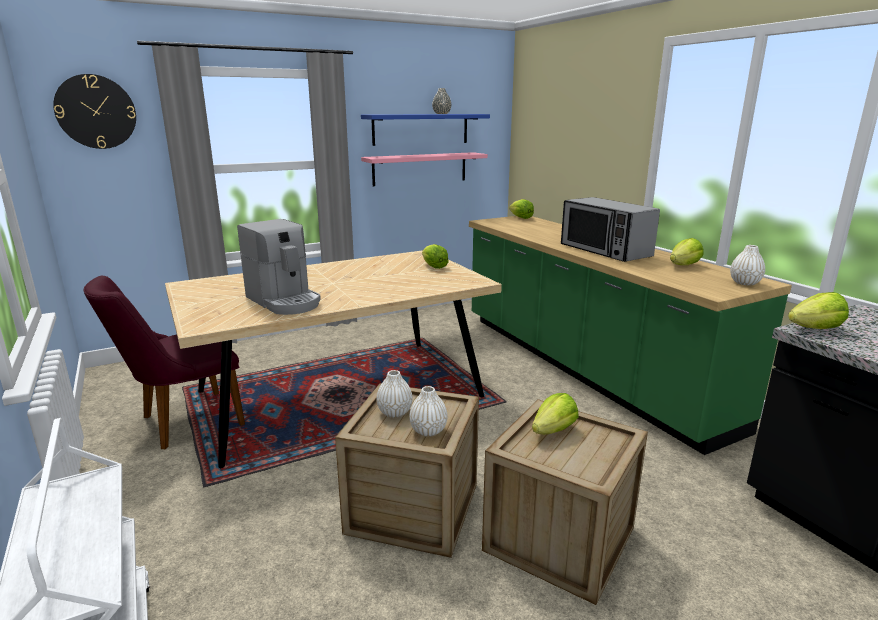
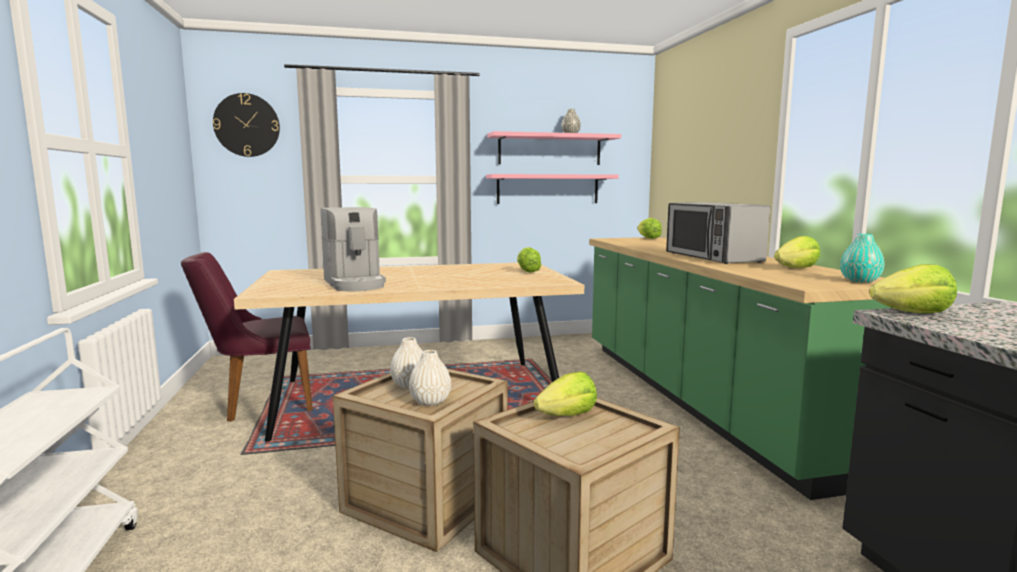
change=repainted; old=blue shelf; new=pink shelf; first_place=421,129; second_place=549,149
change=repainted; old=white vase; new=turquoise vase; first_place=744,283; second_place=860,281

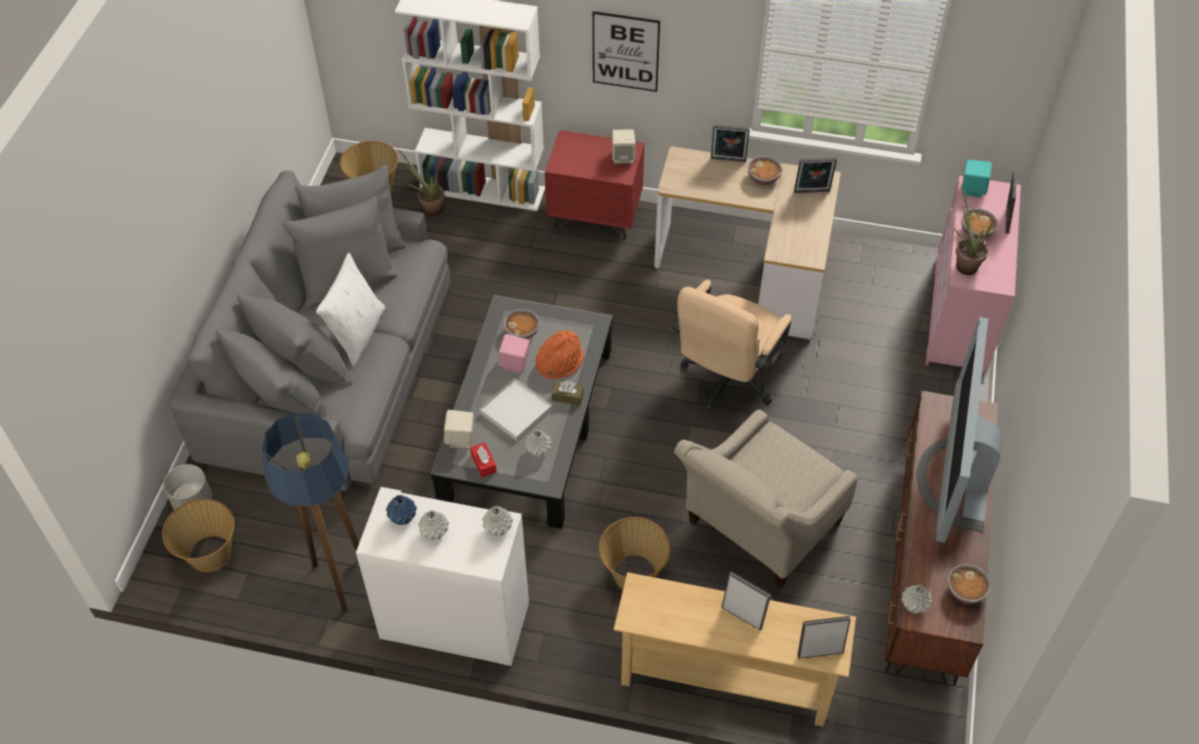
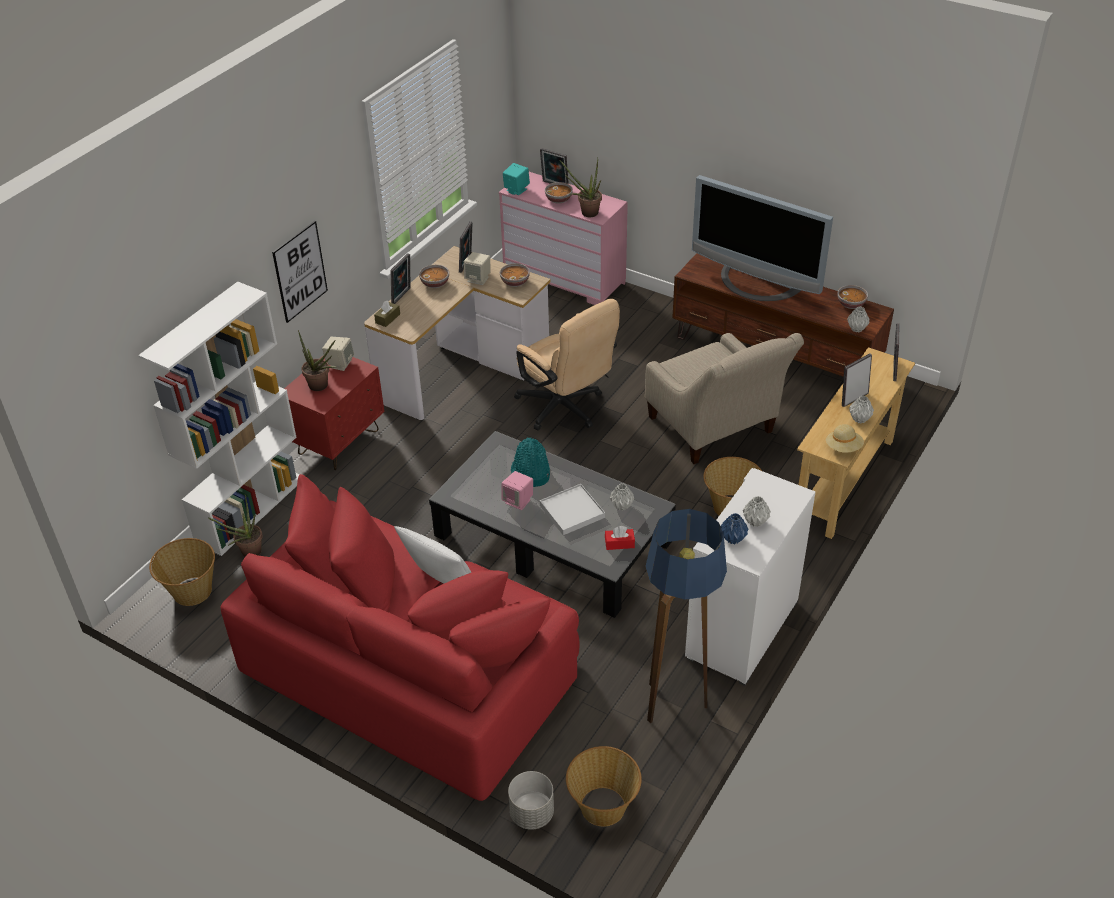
change=new; new=potted plant; second_place=321,386
change=new; new=beige hat; second_place=843,447
change=shifted; old=beige speaker; first_place=460,439; second_place=478,279
change=shifted; old=grey vase; first_place=498,528; second_place=859,419
change=shifted; old=bowl; first_place=522,332; second_place=515,282
change=shifted; old=brown tissue box; first_place=567,397; second_place=387,318
change=repainted; old=grey sofa; new=red sofa; first_place=329,367; second_place=412,669
change=repainted; old=orange hat; new=turquoise hat; first_place=559,362; second_place=530,473

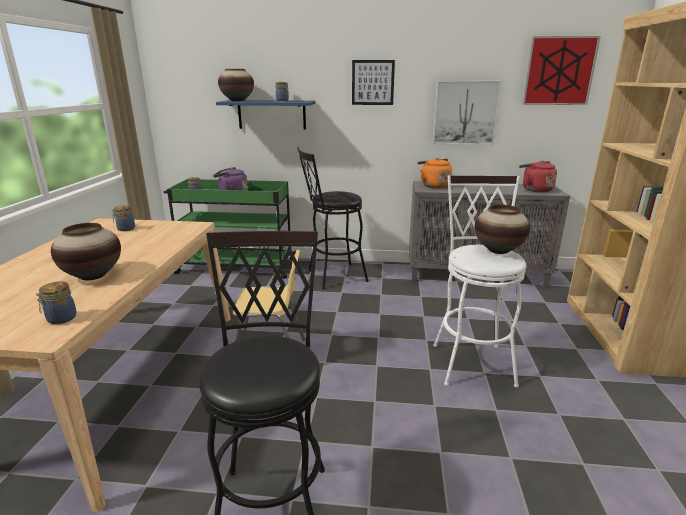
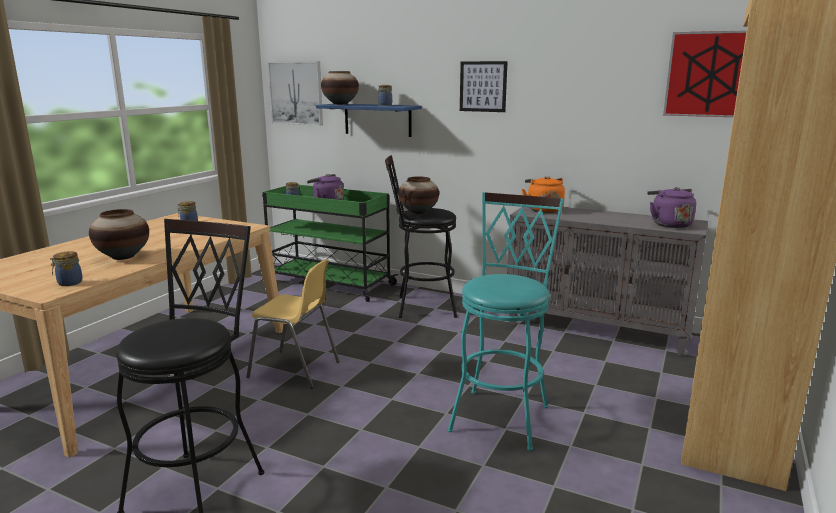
change=shifted; old=picture; first_place=465,113; second_place=296,93
change=shifted; old=vase; first_place=498,250; second_place=418,212
change=repainted; old=white stool; new=turquoise stool; first_place=471,359; second_place=502,413
change=repainted; old=red kettle; new=purple kettle; first_place=535,189; second_place=669,224

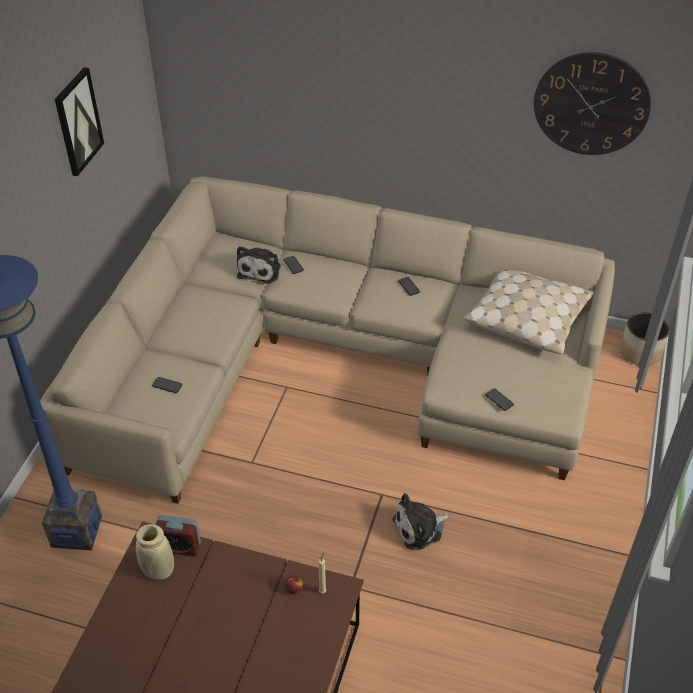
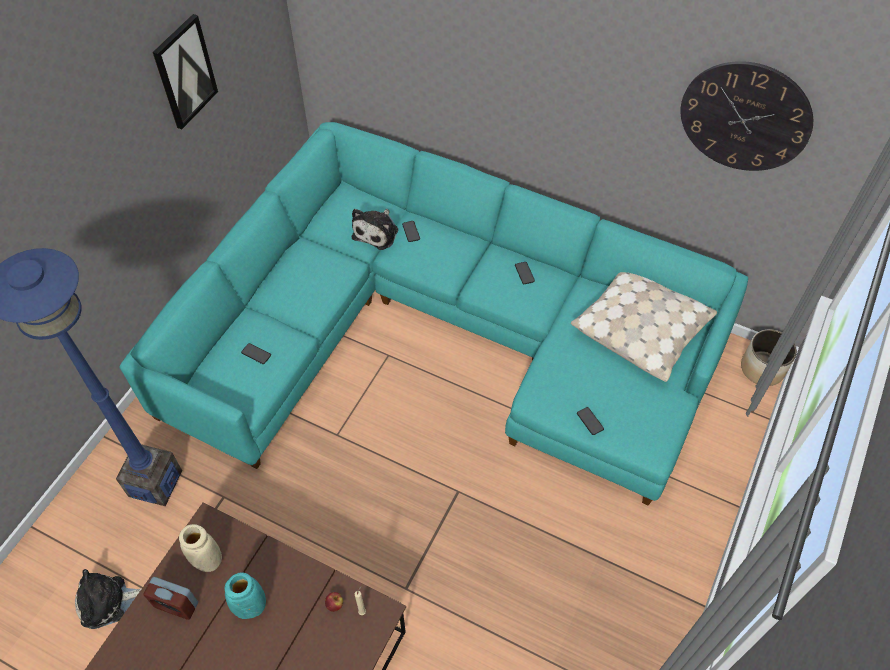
change=new; new=turquoise vase; second_place=250,606
change=shifted; old=alarm clock; first_place=179,546; second_place=176,605
change=shifted; old=plush toy; first_place=420,528; second_place=107,602
change=repainted; old=beige sofa; new=turquoise sofa; first_place=335,361; second_place=442,333

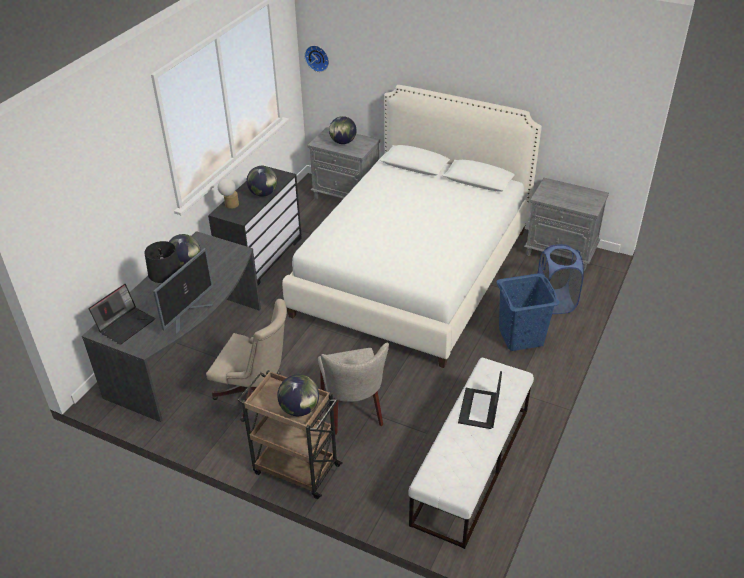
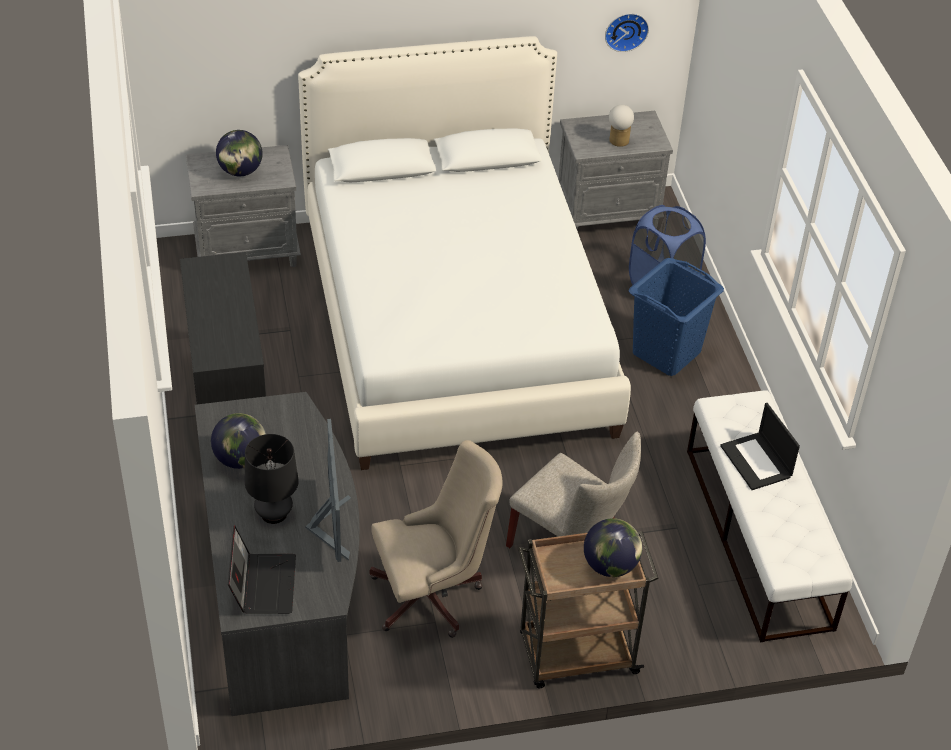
change=gone; old=globe; first_place=263,194
change=shifted; old=table lamp; first_place=230,205; second_place=618,142
change=shifted; old=wall clock; first_place=317,57; second_place=625,30

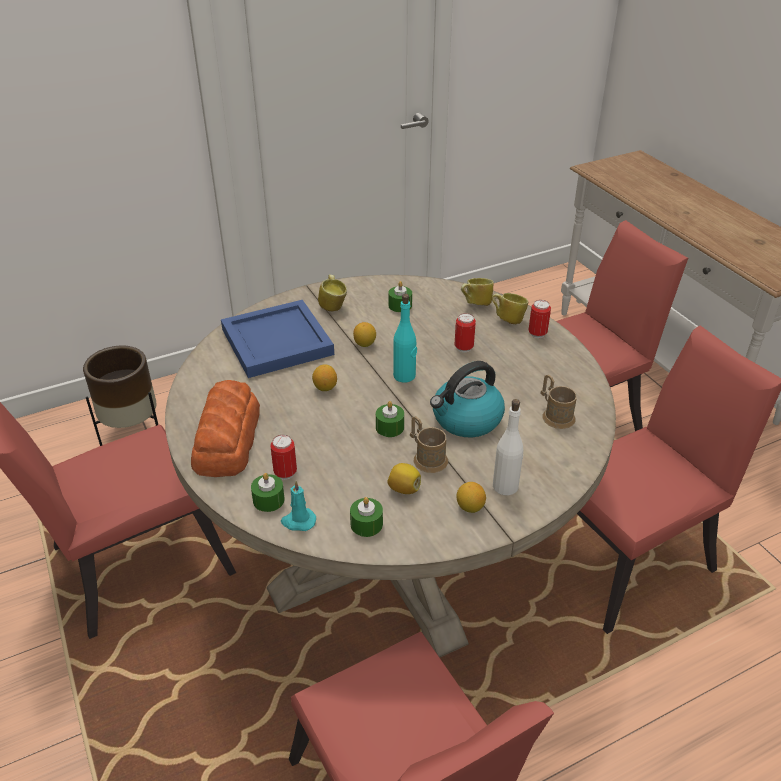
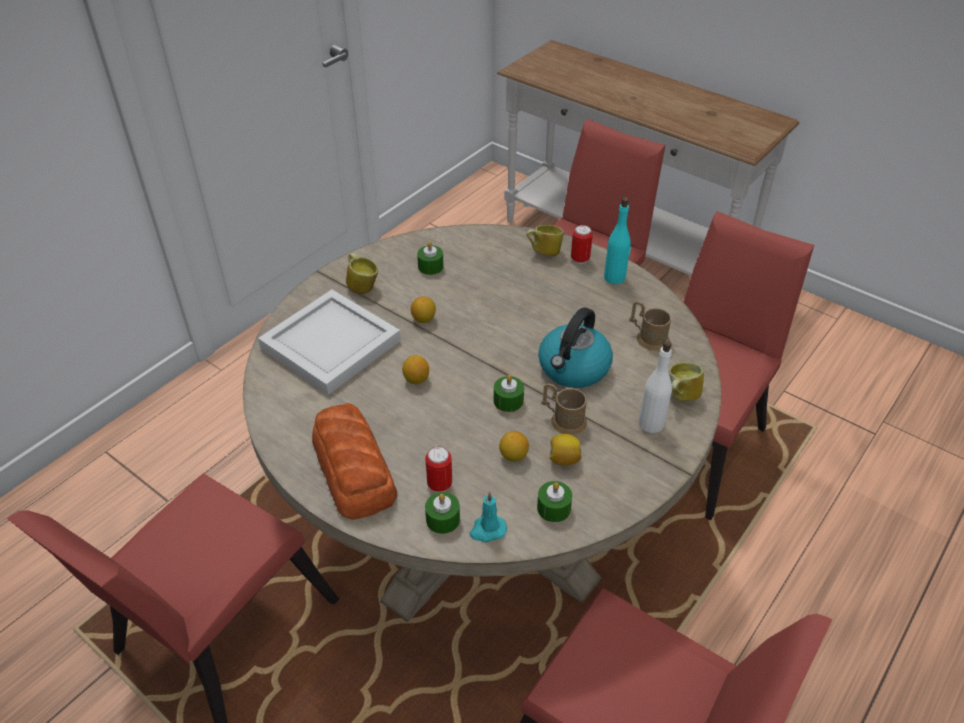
change=gone; old=brown planter; first_place=132,432
change=gone; old=can; first_place=463,348
change=shifted; old=turquoise bottle; first_place=404,376; second_place=615,277
change=shifted; old=lemon; first_place=470,507; second_place=513,456
change=shifted; old=mug; first_place=475,304; second_place=679,396
change=repainted; old=blue tray; new=white tray; first_place=279,342; second_place=333,344

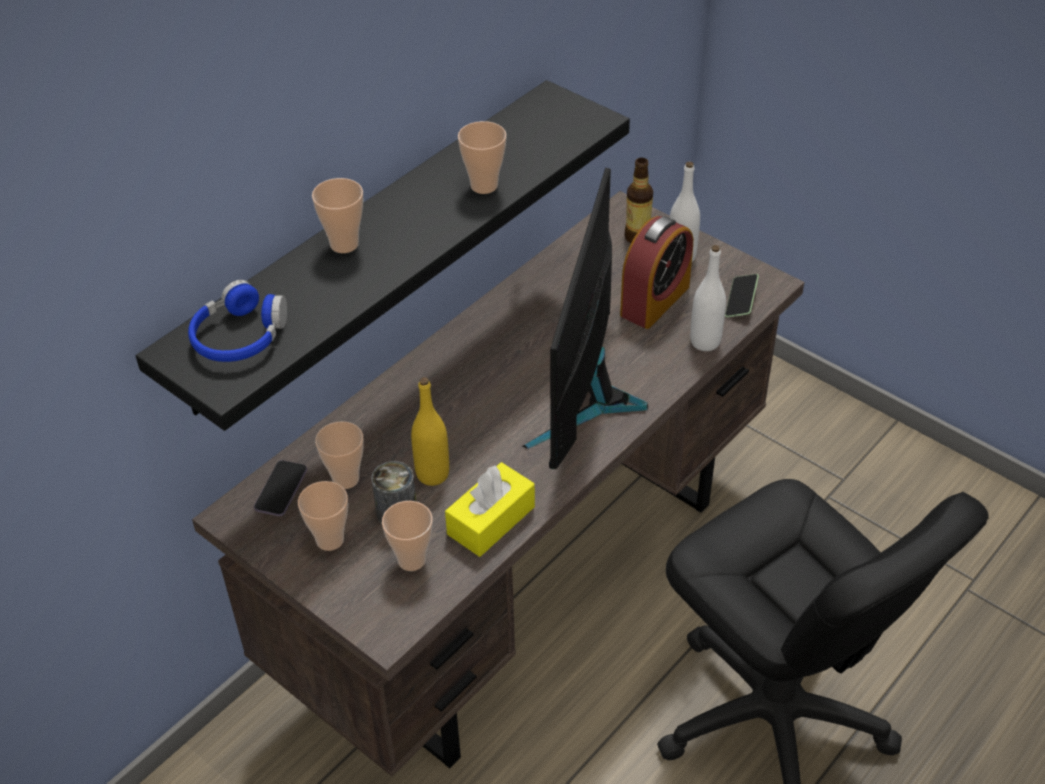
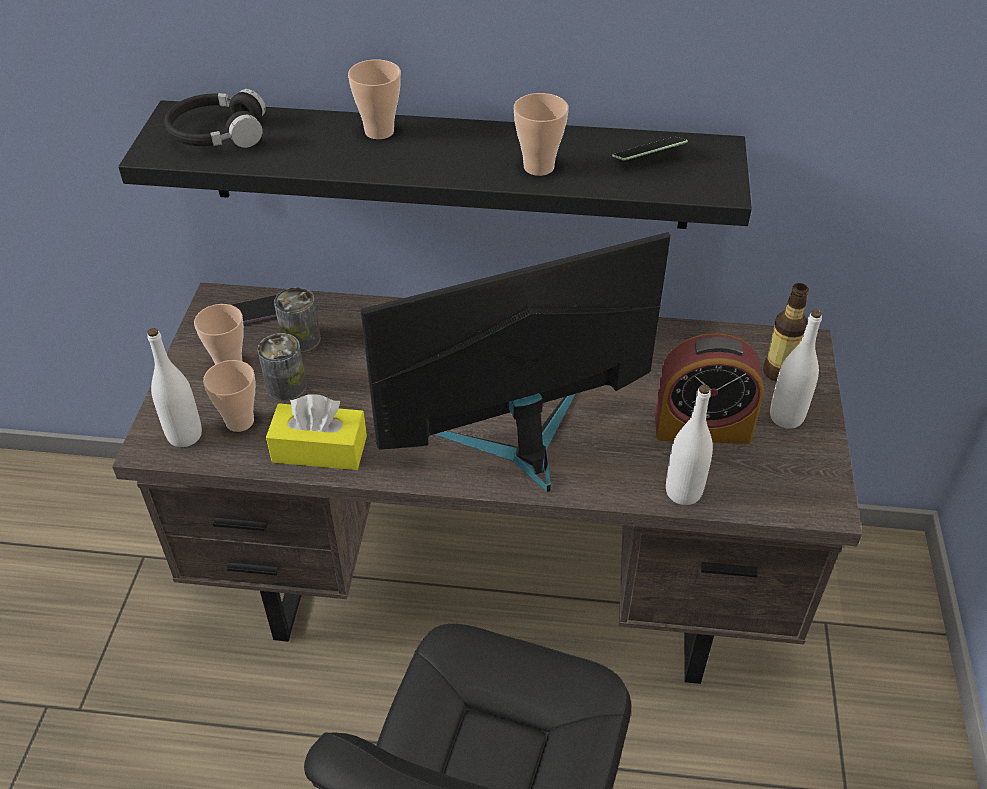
change=gone; old=yellow bottle; first_place=432,474
change=new; new=white bottle; second_place=185,435
change=shifted; old=phone; first_place=741,301; second_place=648,157
change=swapped; old=cup; new=can; first_place=345,479; second_place=301,339
change=repainted; old=blue headphones; new=black headphones; first_place=240,336; second_place=217,134

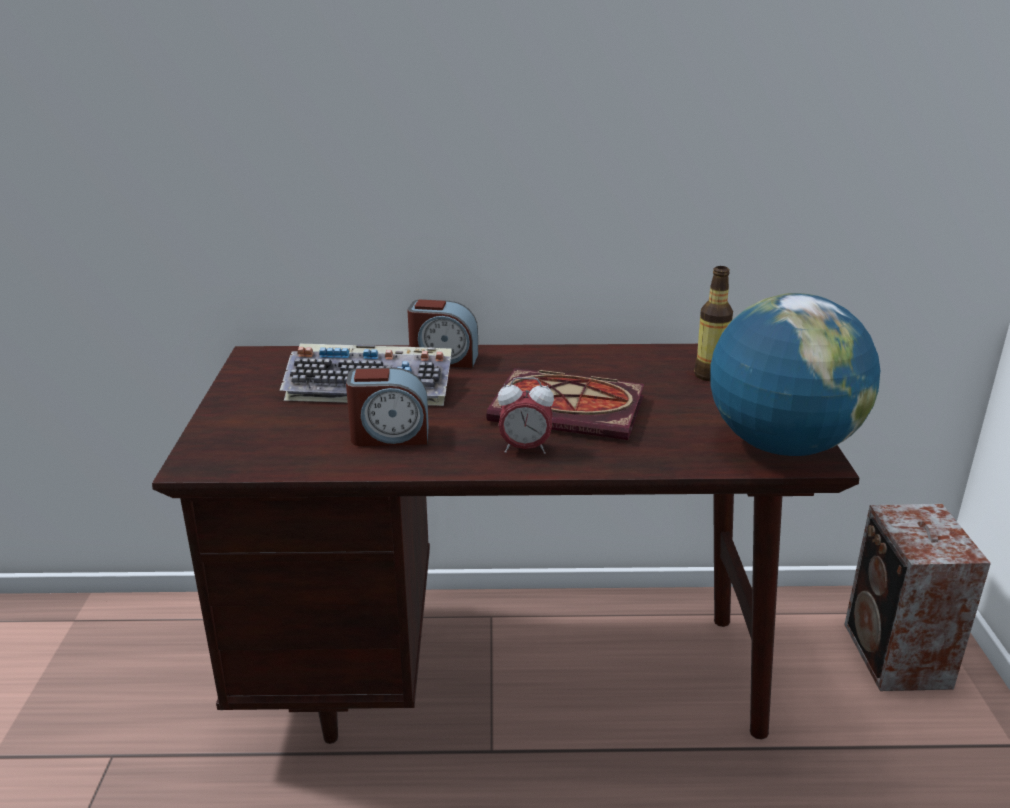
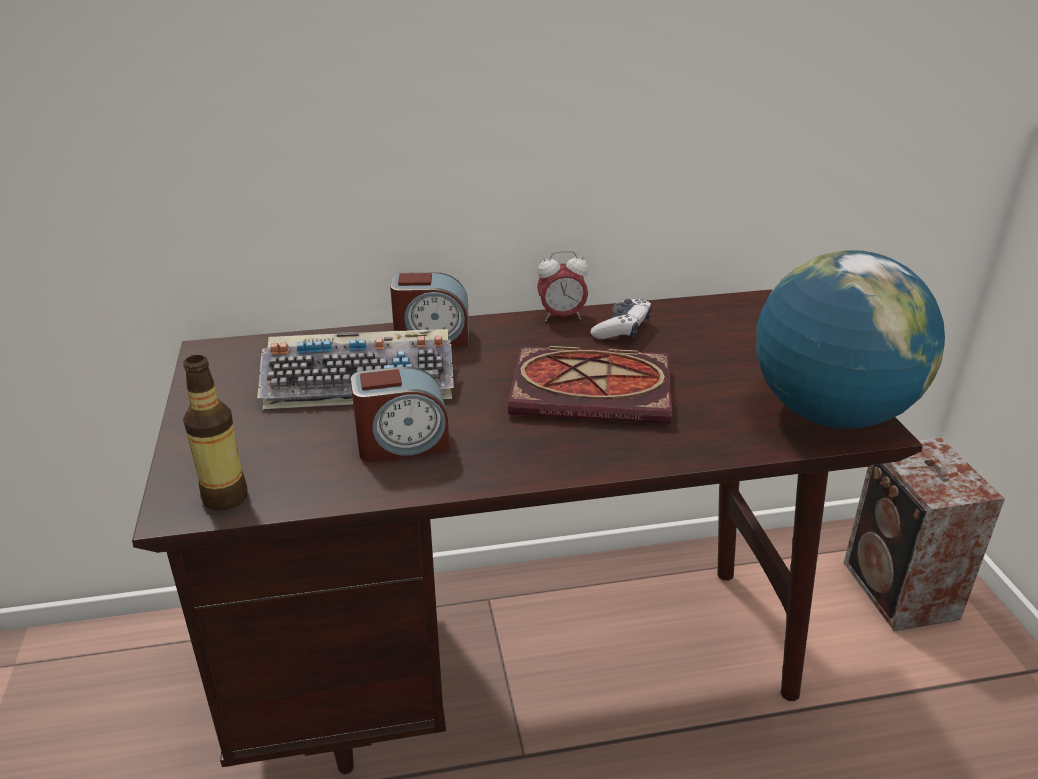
change=new; new=game controller; second_place=622,329
change=shifted; old=alarm clock; first_place=525,448; second_place=561,316
change=shifted; old=bottle; first_place=709,375; second_place=225,497

